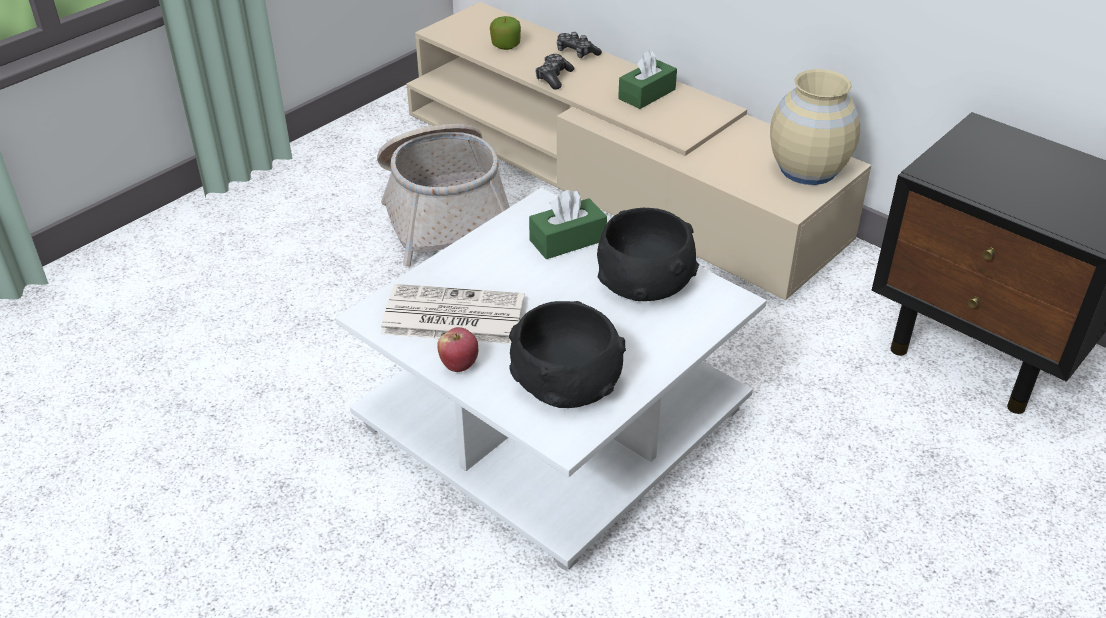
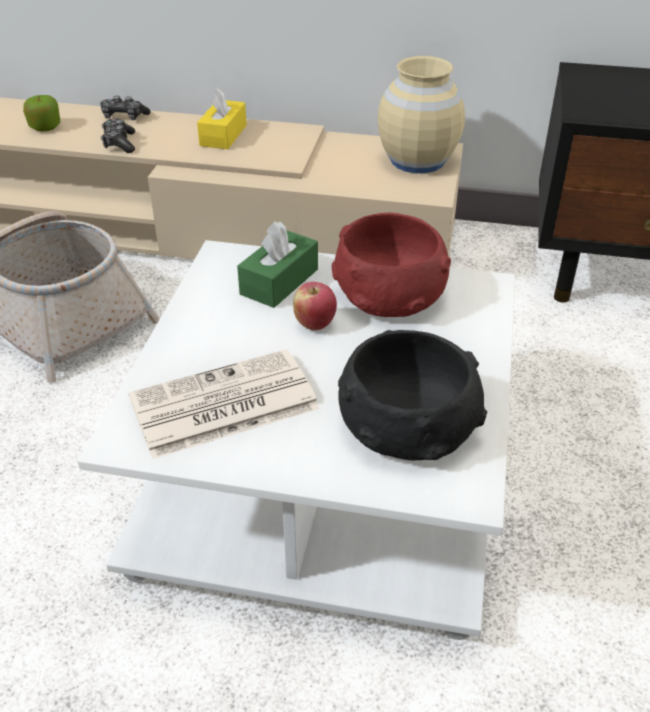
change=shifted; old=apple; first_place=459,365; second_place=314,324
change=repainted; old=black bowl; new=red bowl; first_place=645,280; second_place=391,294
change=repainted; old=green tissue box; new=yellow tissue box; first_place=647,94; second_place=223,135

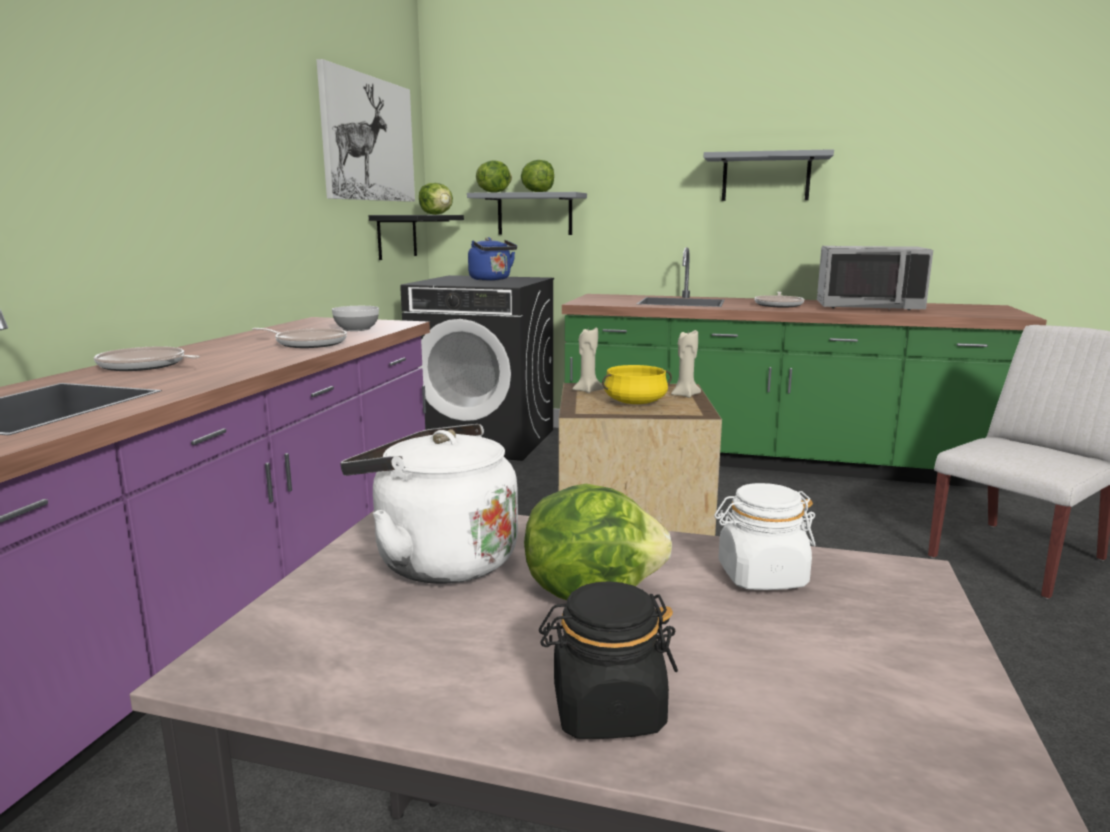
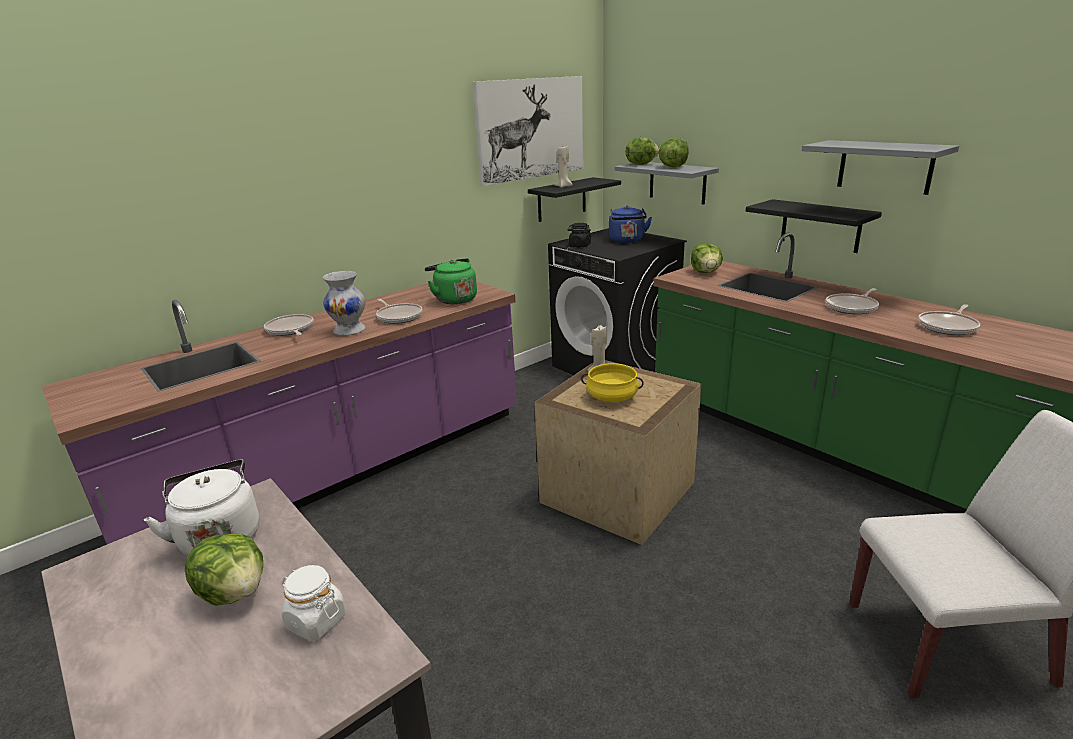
change=new; new=white vase; second_place=350,330
change=new; new=black shelf; second_place=820,226
change=shifted; old=lettuce; first_place=437,214; second_place=706,272
change=shifted; old=black jar; first_place=607,710; second_place=579,246
change=shifted; old=beige candle; first_place=684,395; second_place=563,186
change=swapped; old=bowl; new=green kettle; first_place=356,329; second_place=454,299
change=swapped; old=grey microwave; new=frying pan; first_place=868,307; second_place=948,326

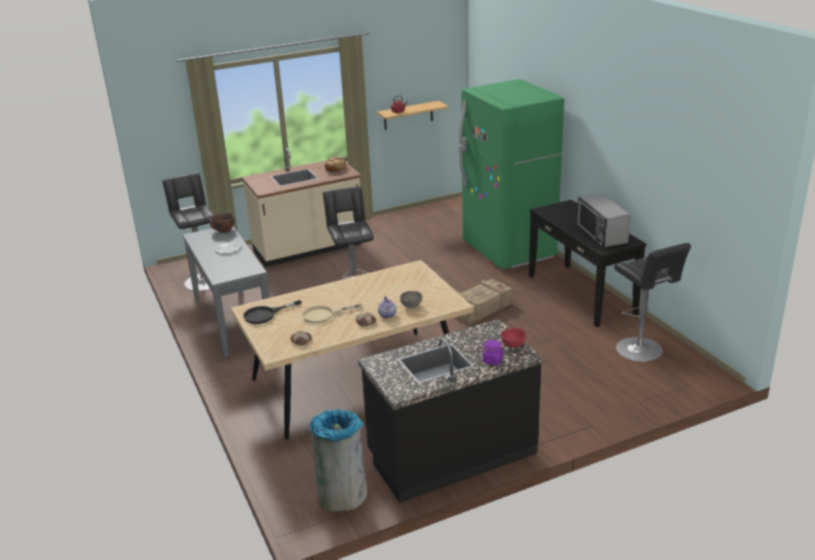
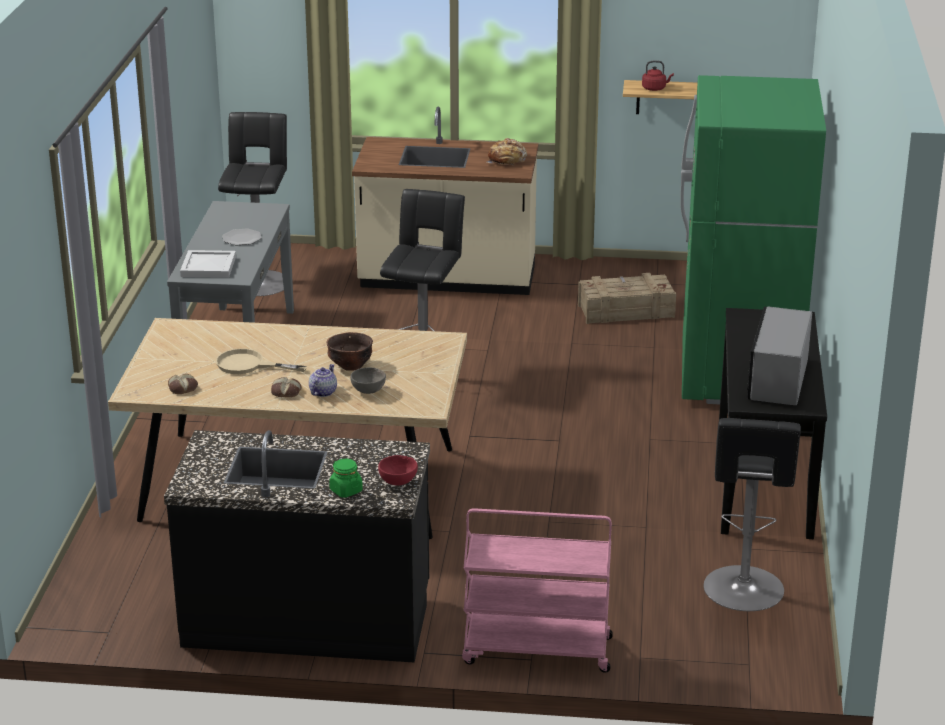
change=gone; old=black frying pan; first_place=265,315
change=gone; old=grey trash can; first_place=343,496
change=new; new=white tray; second_place=209,266
change=new; new=pink cart; second_place=536,651
change=shifted; old=brown bowl; first_place=223,230; second_place=350,366
change=shifted; old=crate; first_place=480,309; second_place=625,311
change=repainted; old=purple jar; new=green jar; first_place=492,360; second_place=346,490

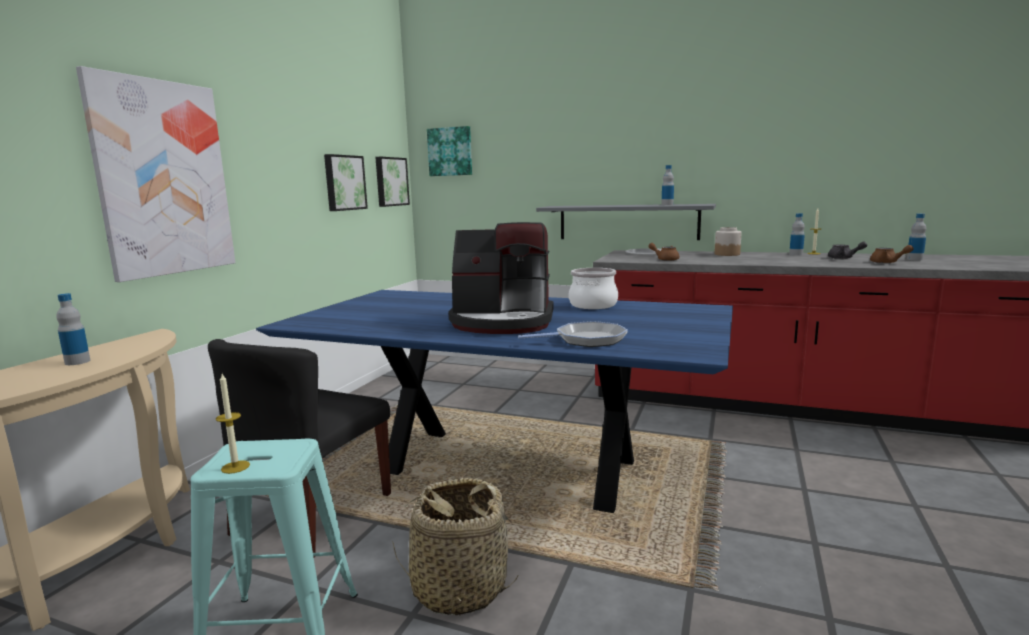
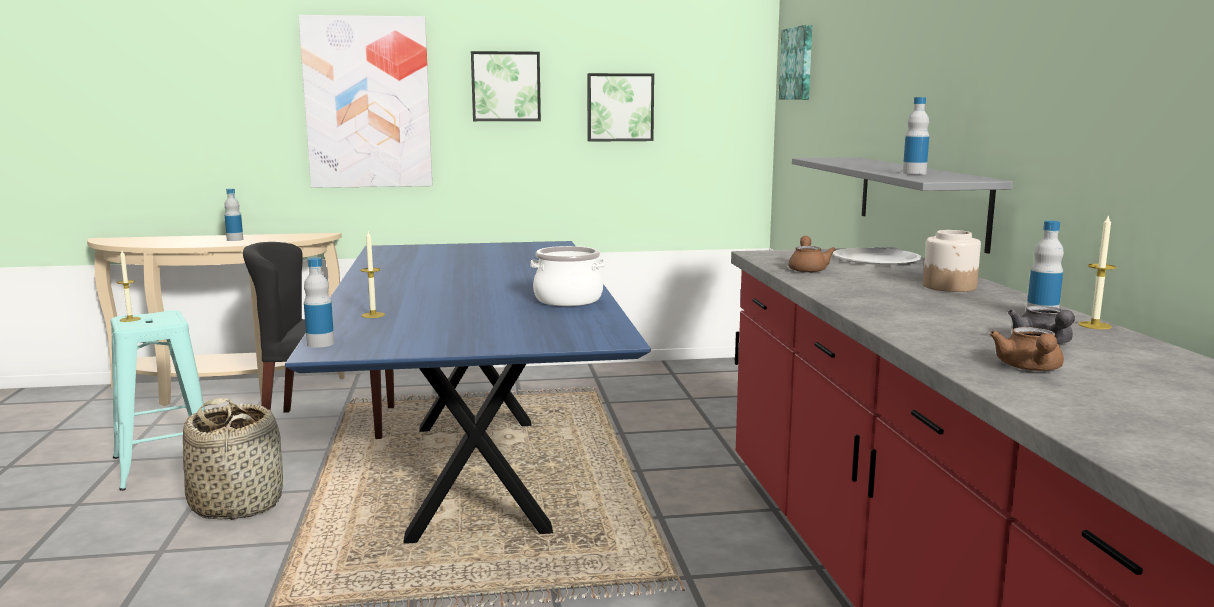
change=gone; old=coffee machine; first_place=503,322
change=shifted; old=picture; first_place=390,181; second_place=505,86
change=shifted; old=bottle; first_place=914,259; second_place=320,344
change=swapped; old=frying pan; new=candle; first_place=586,340; second_place=373,315

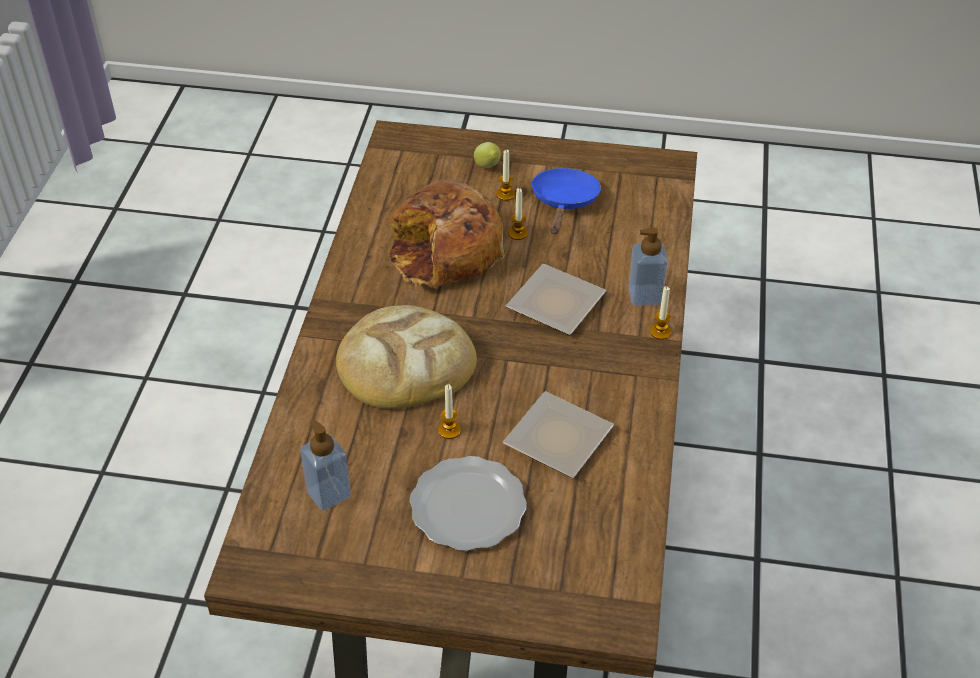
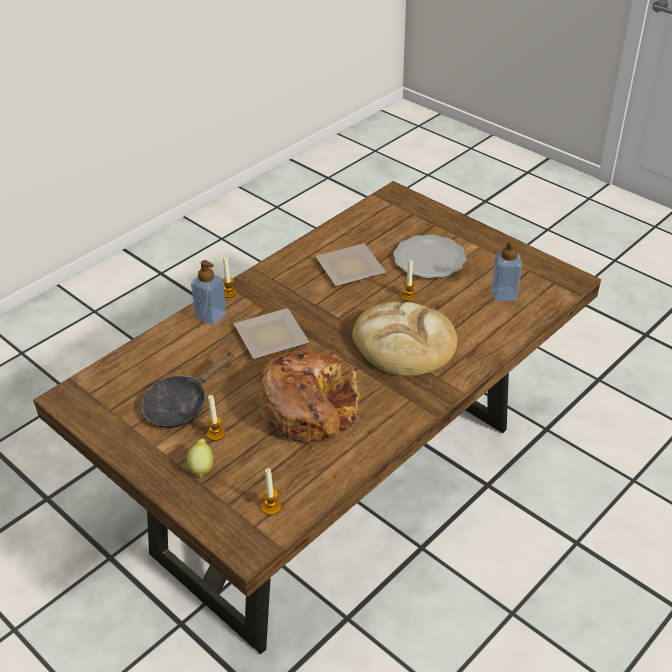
change=shifted; old=candle; first_place=518,233; second_place=271,507
change=repainted; old=blue frying pan; new=black frying pan; first_place=564,202; second_place=181,405

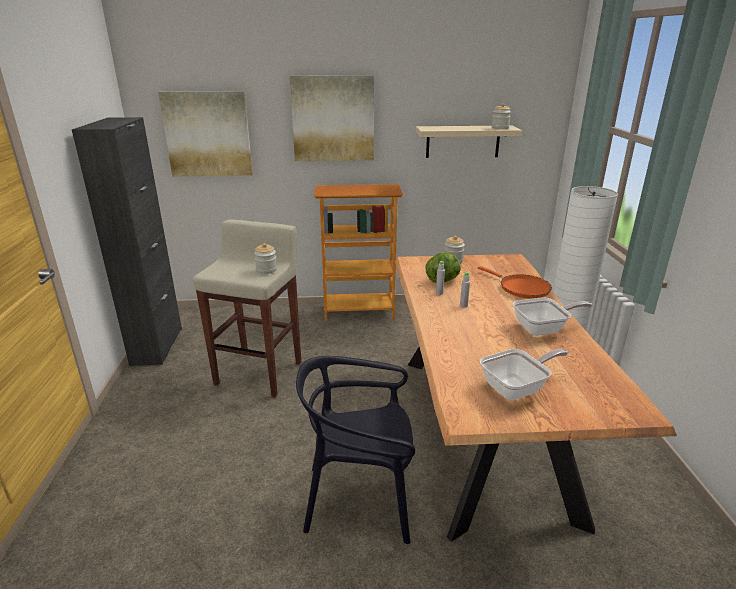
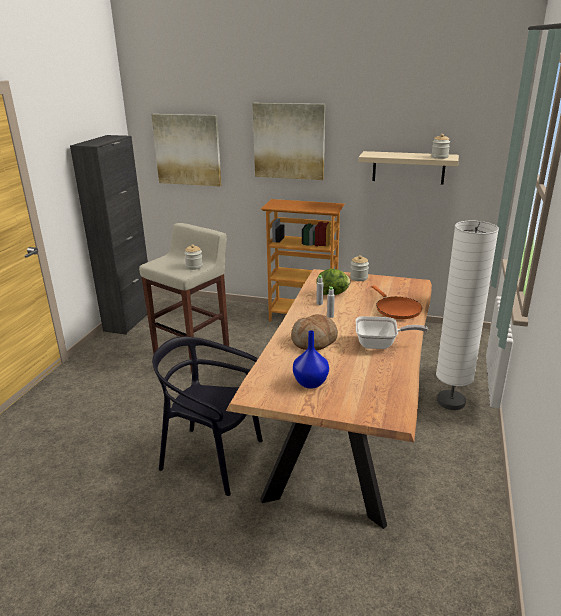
change=new; new=bread; second_place=314,341
change=swapped; old=frying pan; new=blue vase; first_place=517,388; second_place=311,383

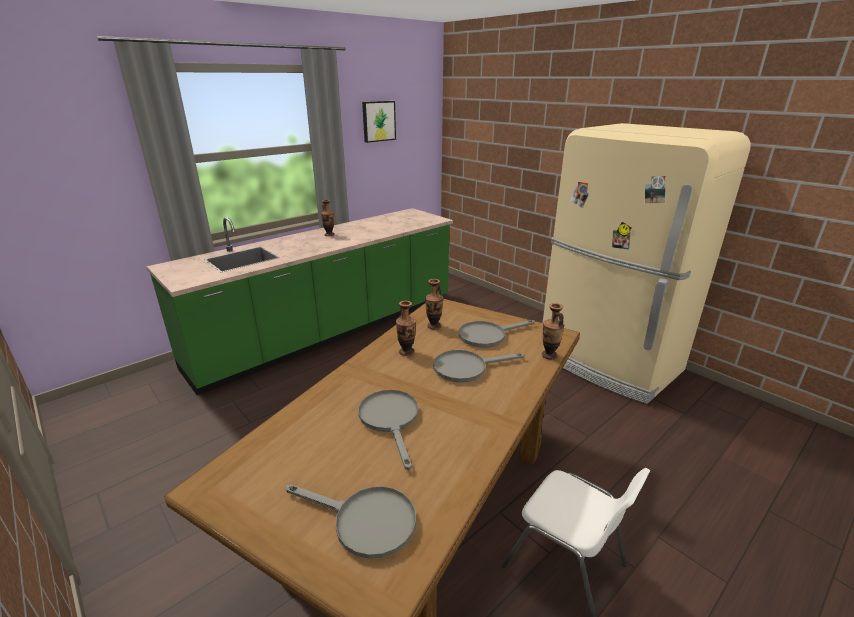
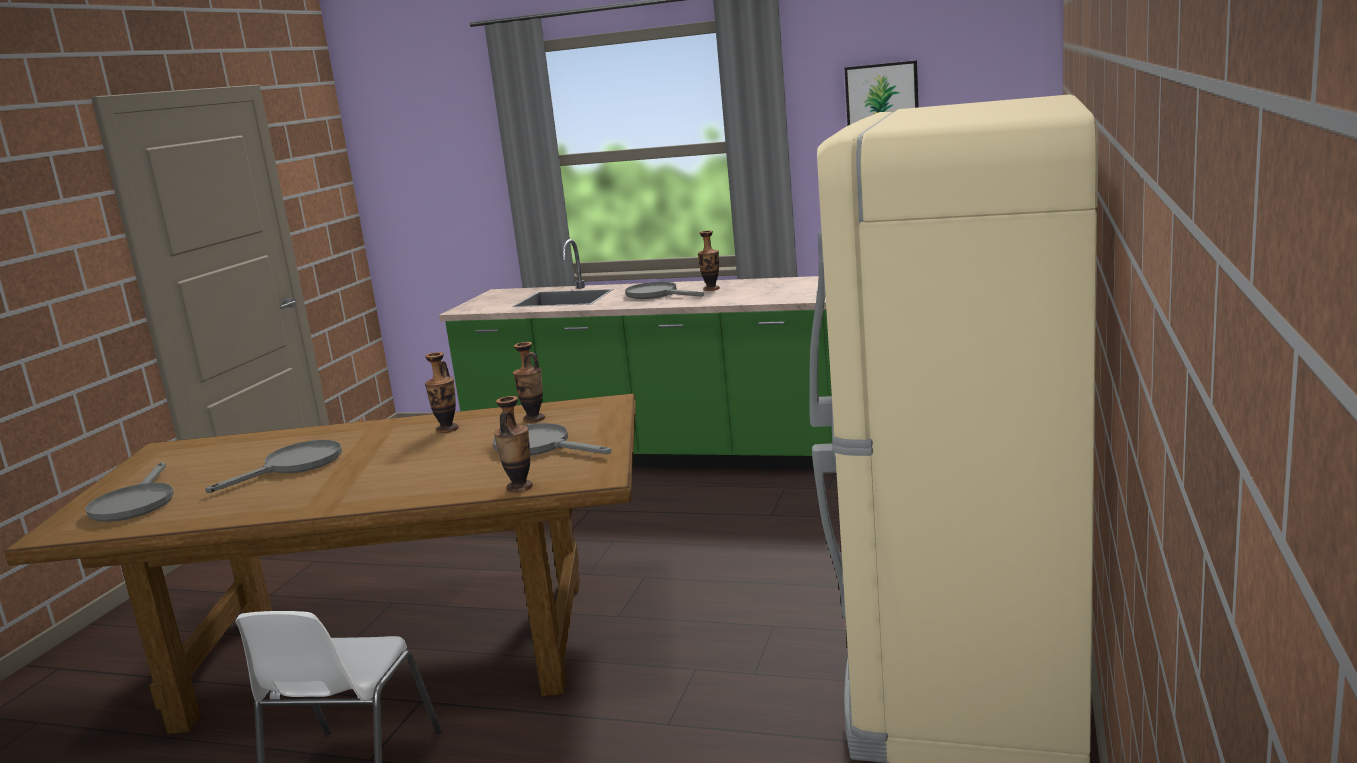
change=shifted; old=grey frying pan; first_place=467,367; second_place=657,294

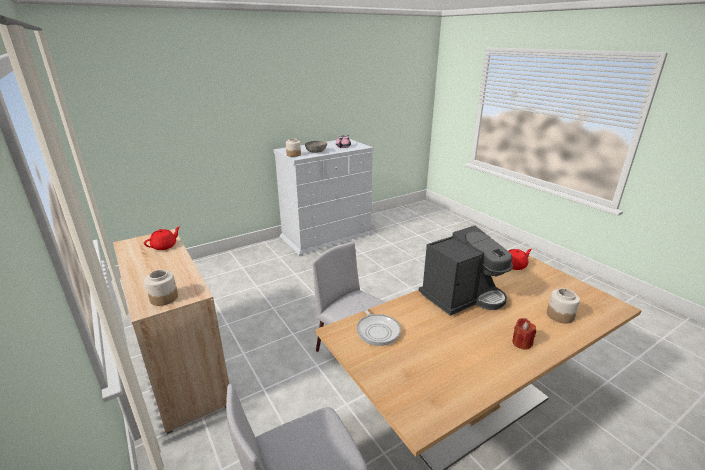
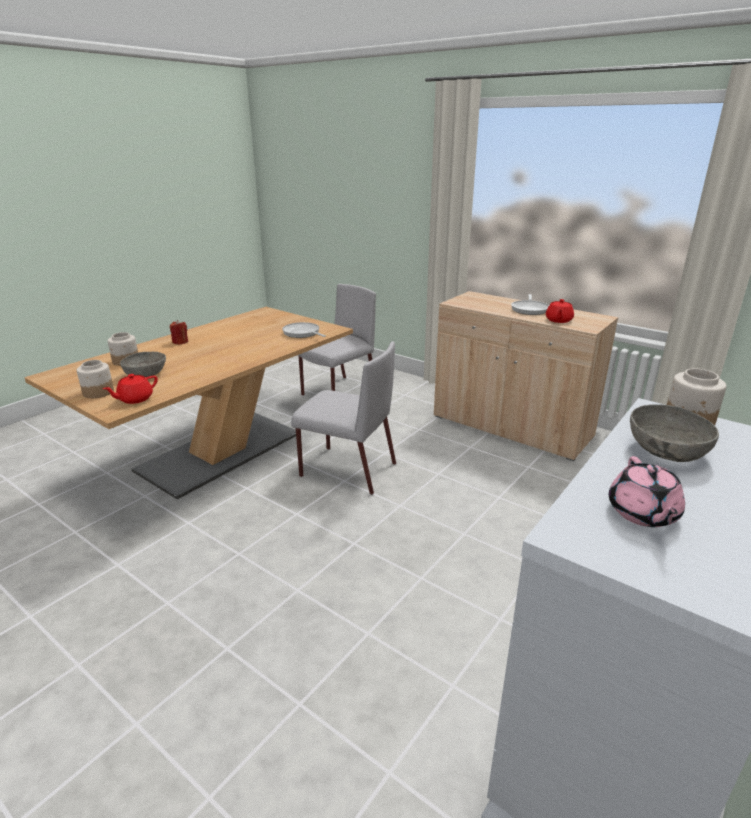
change=gone; old=coffee machine; first_place=462,296
change=new; new=grey bowl; second_place=146,374
change=new; new=frying pan; second_place=529,309
change=shifted; old=jar; first_place=164,298; second_place=98,392

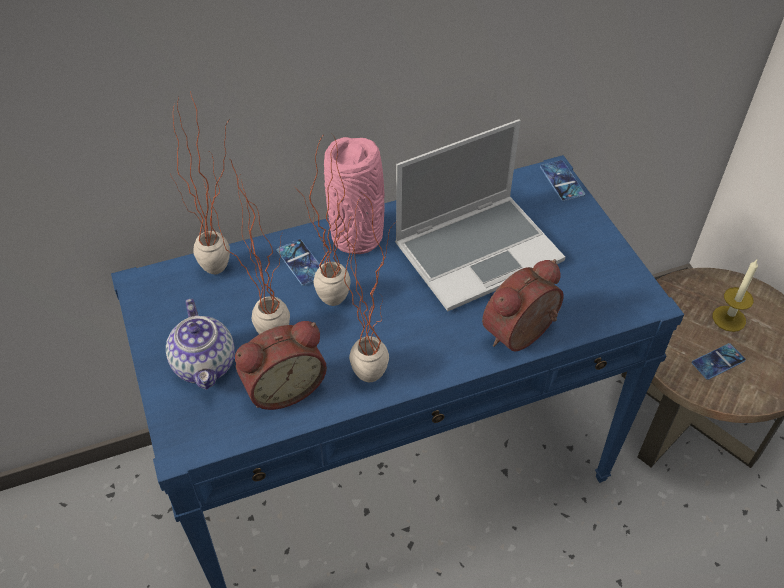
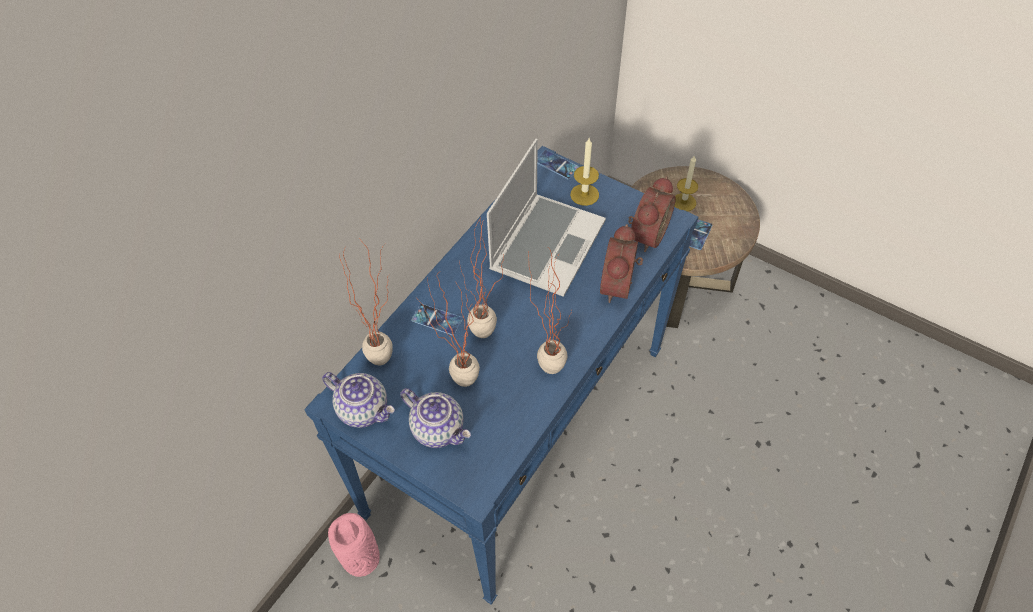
change=new; new=teapot; second_place=364,409
change=new; new=candle; second_place=584,194
change=shifted; old=alarm clock; first_place=283,387; second_place=646,234
change=shifted; old=pink vase; first_place=358,236; second_place=361,557

